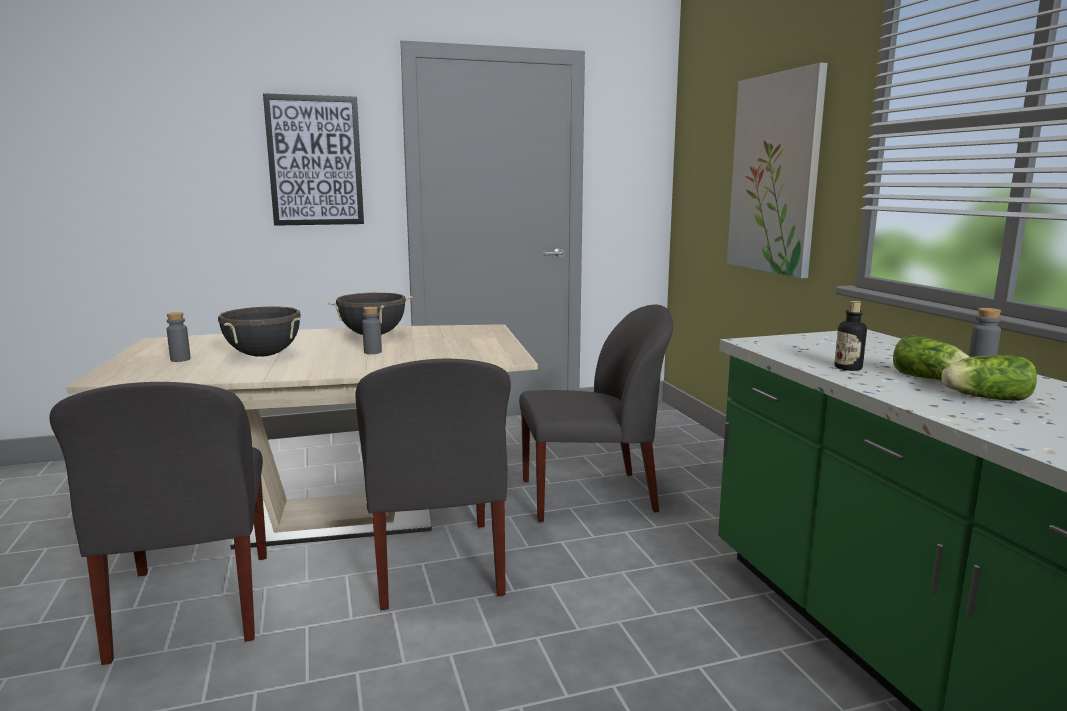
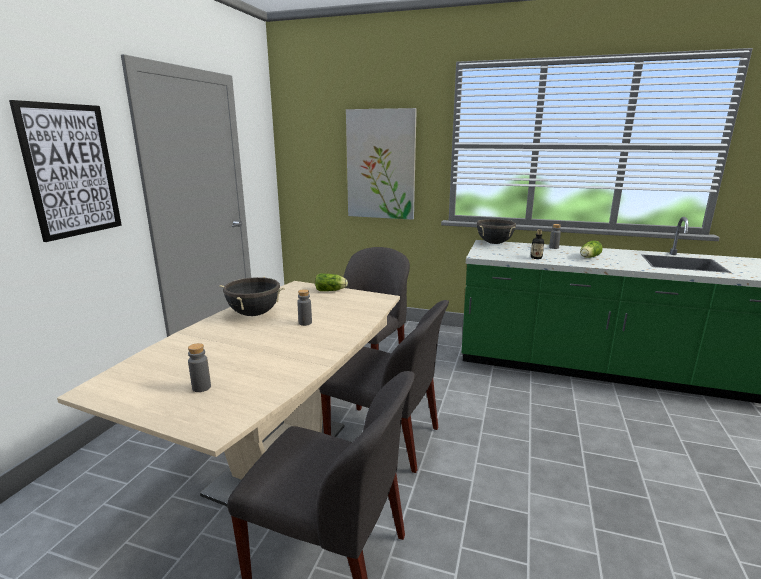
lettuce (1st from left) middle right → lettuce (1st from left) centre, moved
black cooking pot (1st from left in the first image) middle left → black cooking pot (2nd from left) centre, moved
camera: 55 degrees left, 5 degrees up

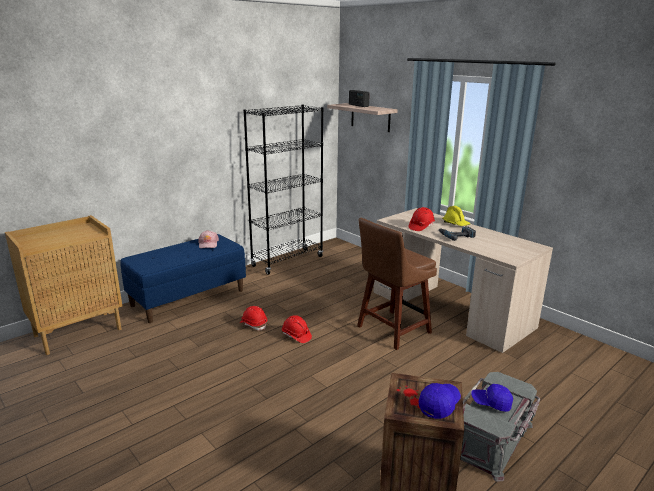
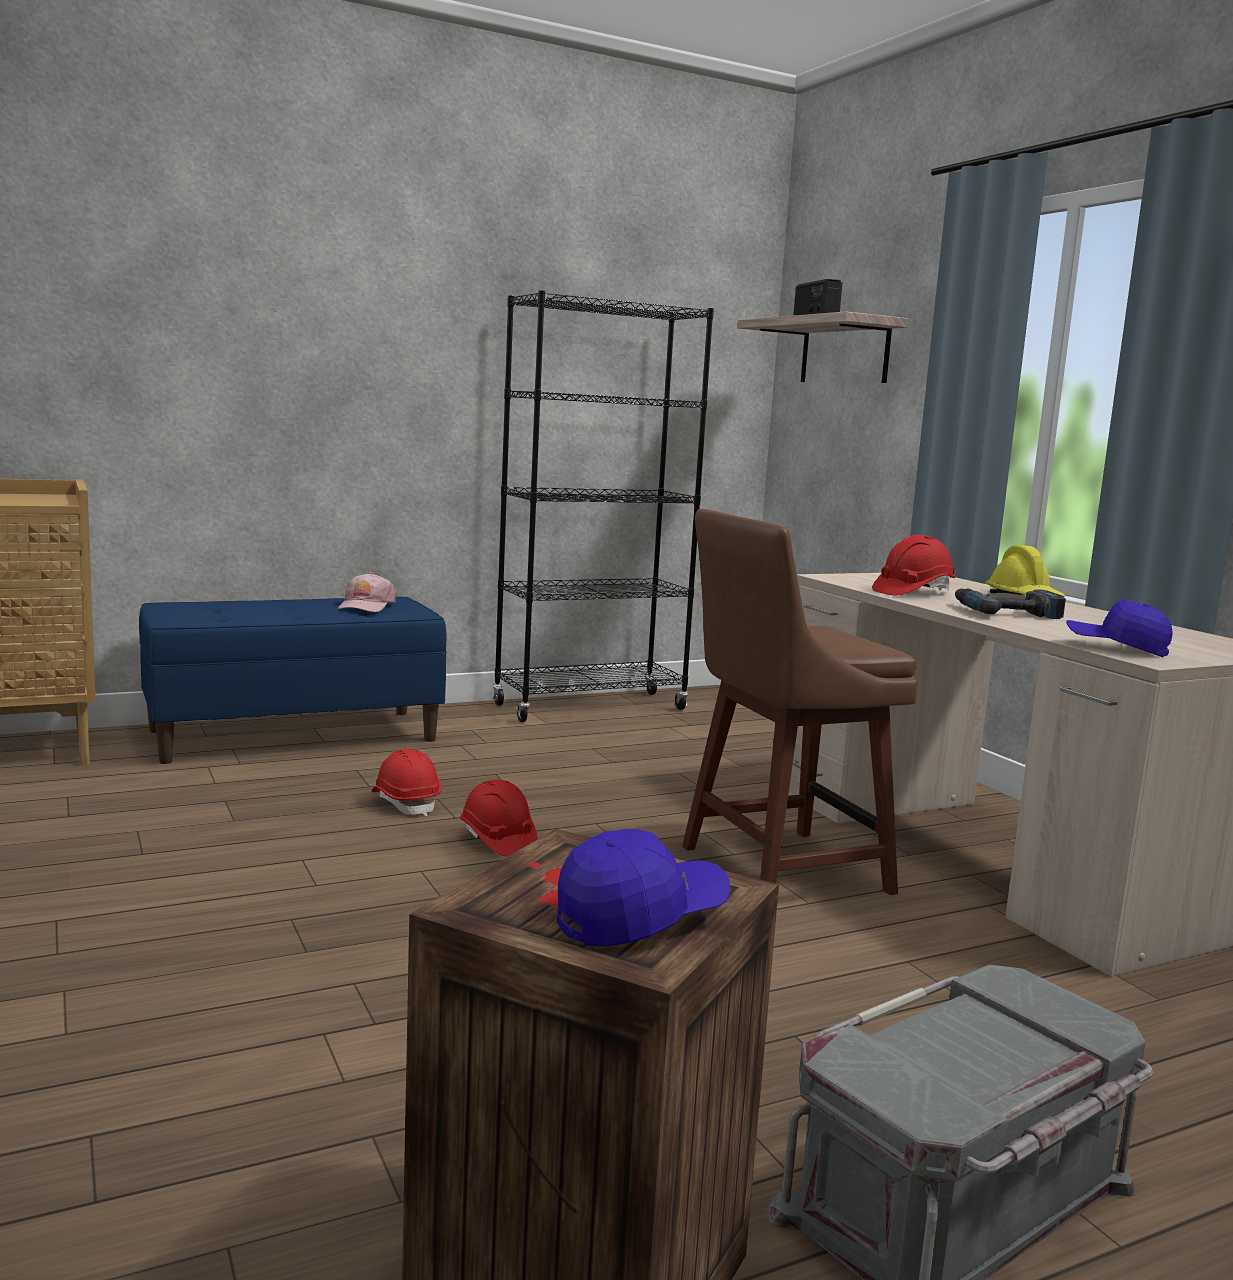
blue cap (2nd from left) bottom right → blue cap (2nd from left) middle right, moved
camera: 15 degrees right, 10 degrees down

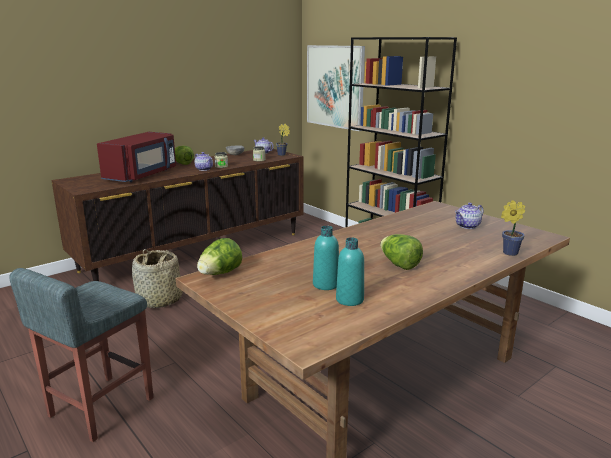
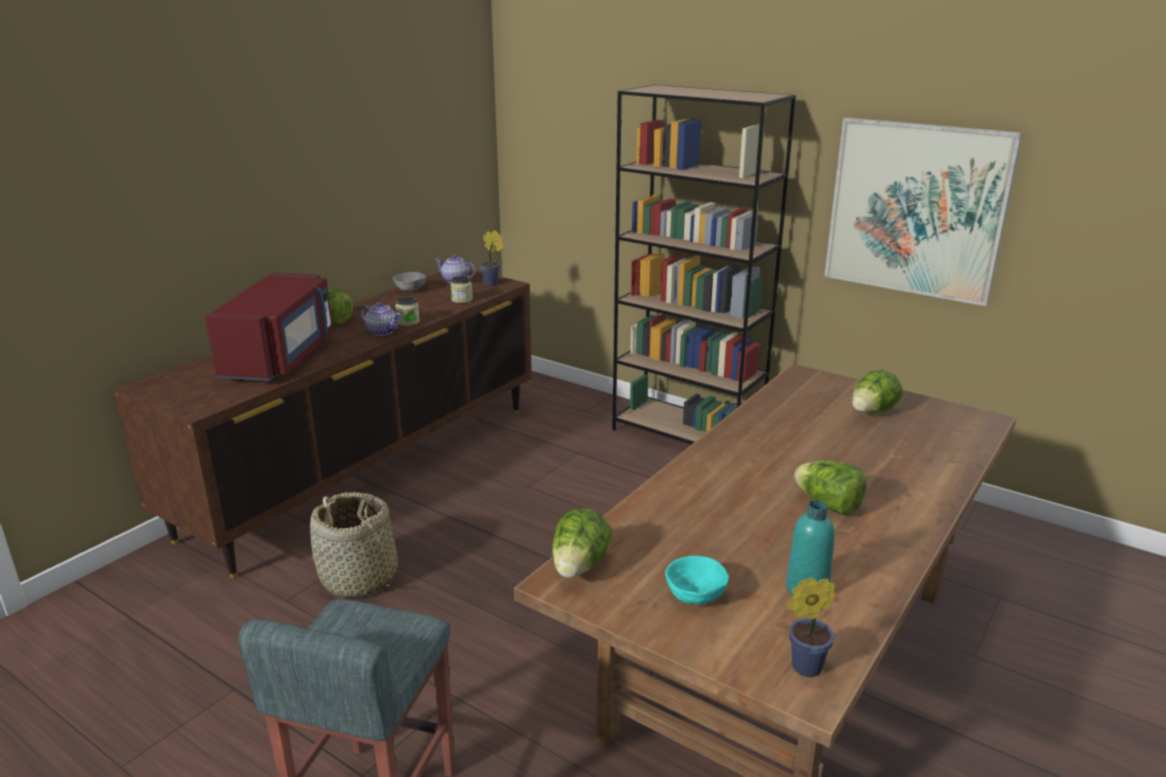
- → turquoise bowl bottom centre
potted plant (2nd from left) middle right → potted plant (2nd from left) bottom right, moved
picture top centre → picture top right, moved
teapot (3rd from left) middle right → lettuce (4th from left) middle right
turquoise bottle (1st from left) centre → -
camera: 15 degrees left, 5 degrees up

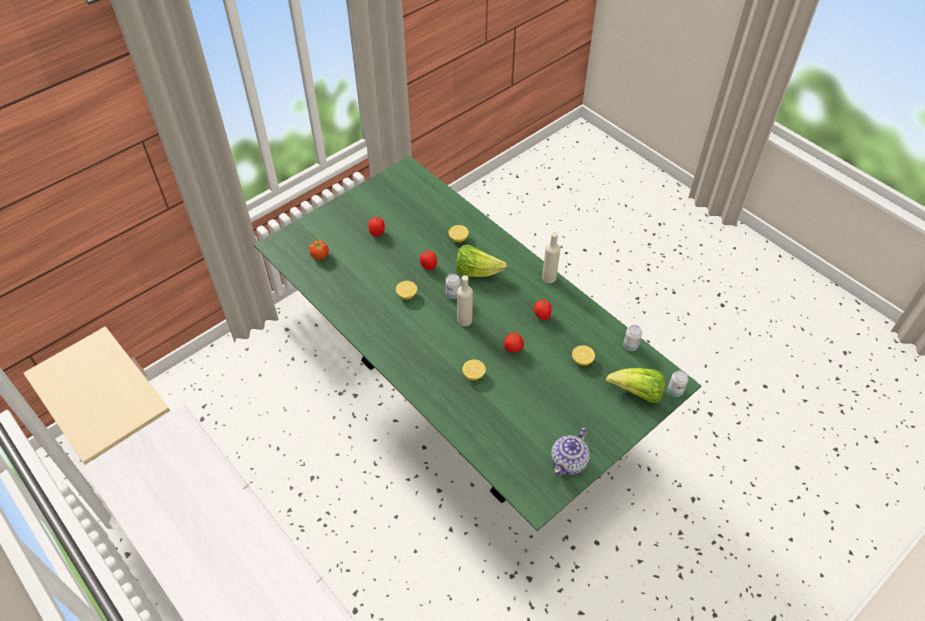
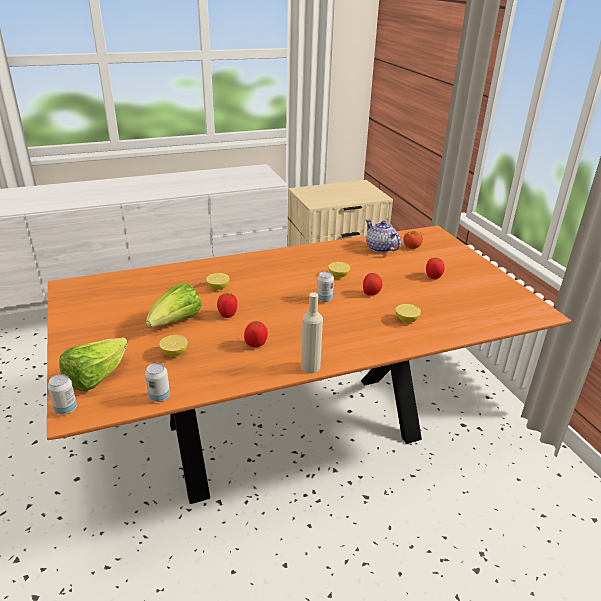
green dining table centre → orange dining table centre
lettuce (1st from left in the first image) centre → lettuce (2nd from left) middle left, moved
teapot bottom centre → teapot centre, moved
beige bottle (1st from left) centre → -
camera: 110 degrees right, 20 degrees down

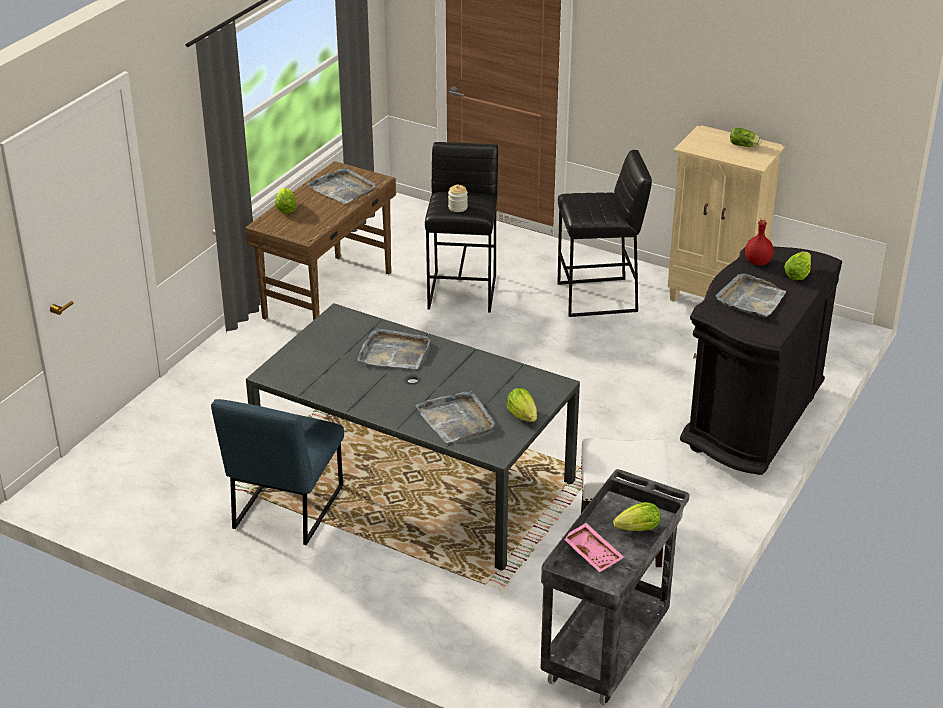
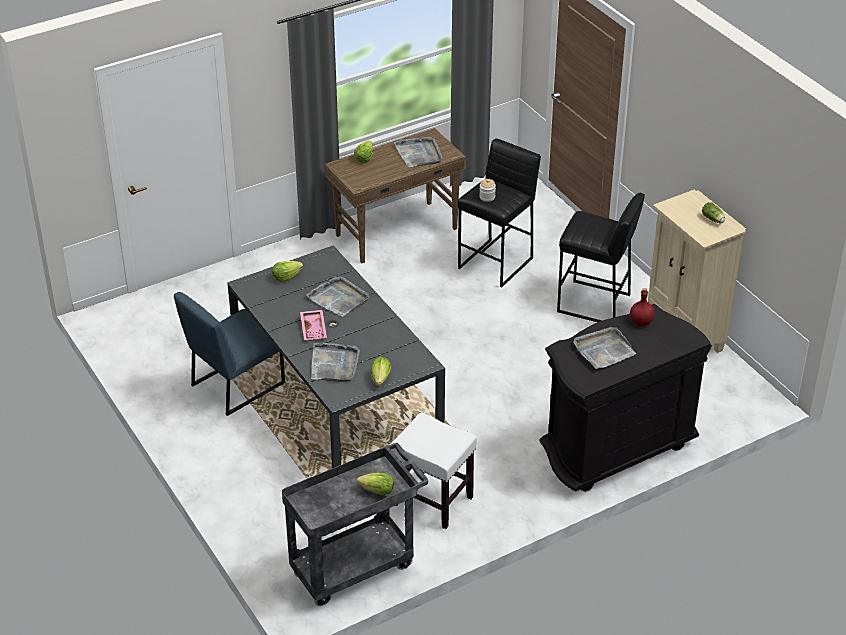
lettuce (5th from left in the first image) middle right → lettuce (1st from left) centre, moved
pink tray bottom centre → pink tray centre, moved
camera: 30 degrees right, 5 degrees up

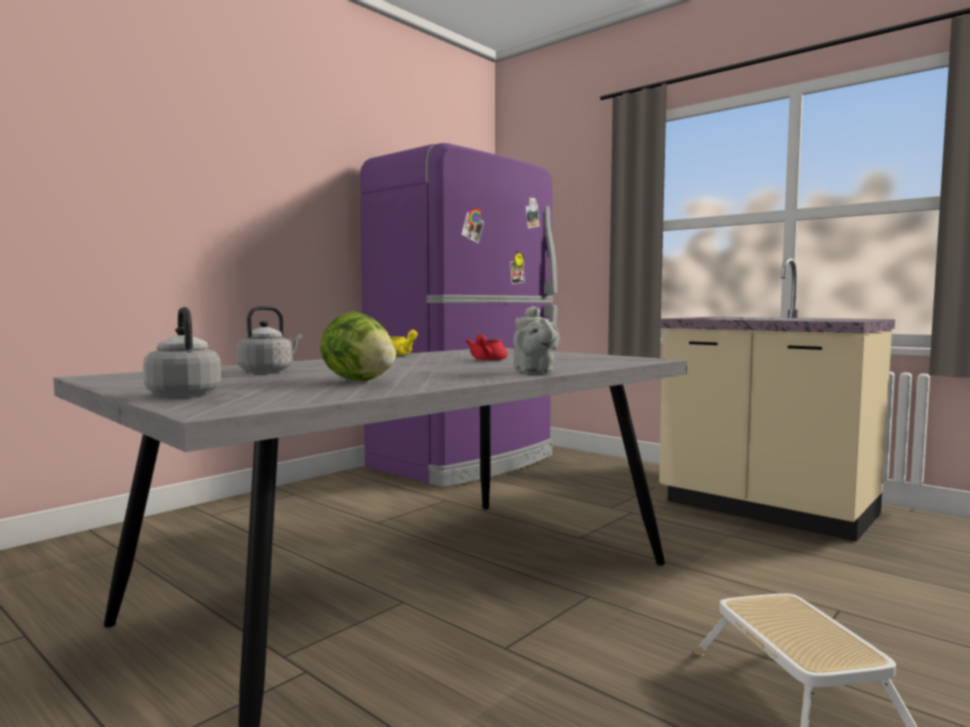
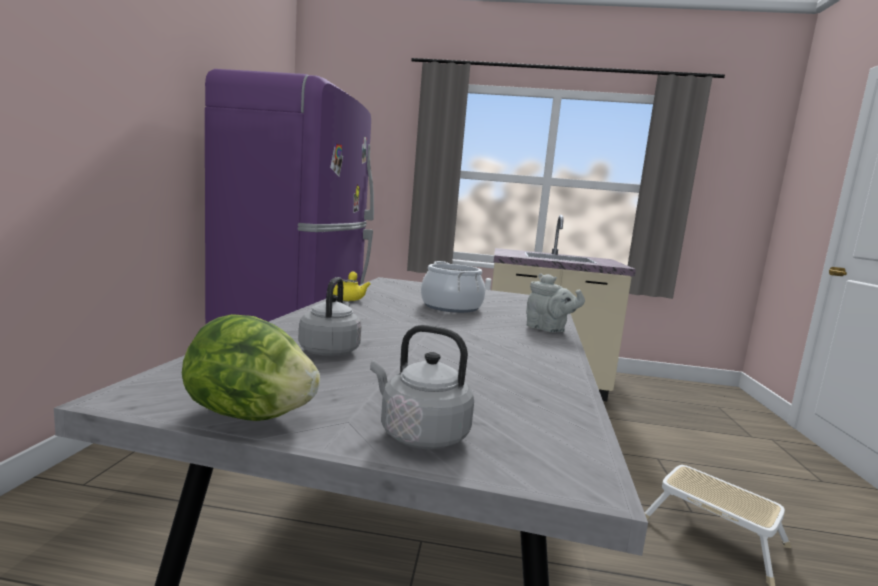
lettuce centre → lettuce middle left, moved
red teapot centre → cooking pot centre
camera: 35 degrees left, 5 degrees up

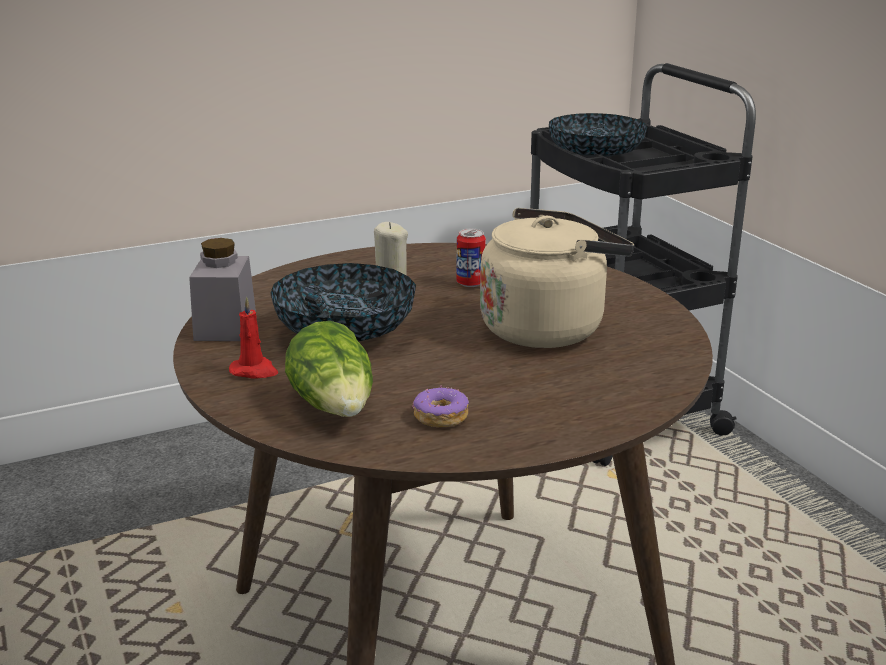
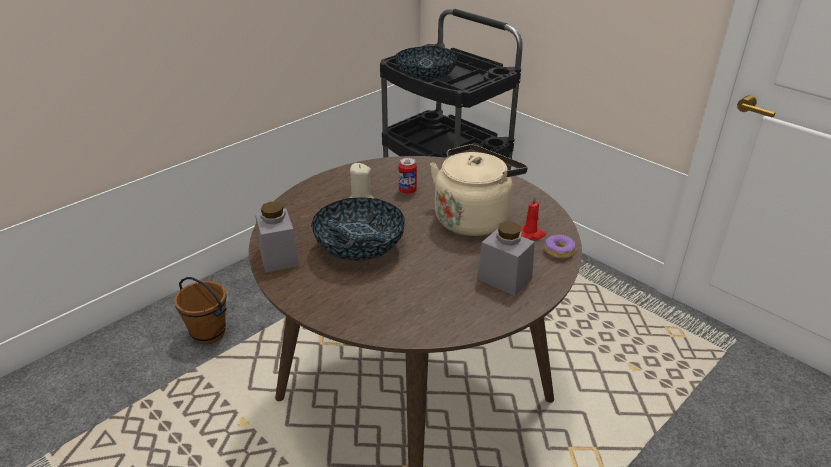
- → brown bucket middle left
- → grey jar (2nd from left) centre
red candle middle left → red candle centre, moved
donut centre → donut middle right, moved
lettuce centre → -
camera: 20 degrees left, 10 degrees up

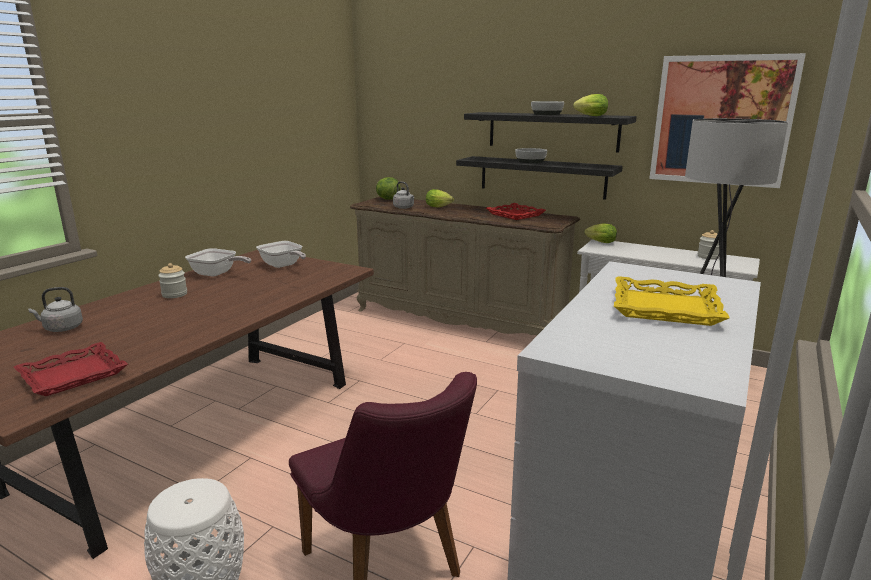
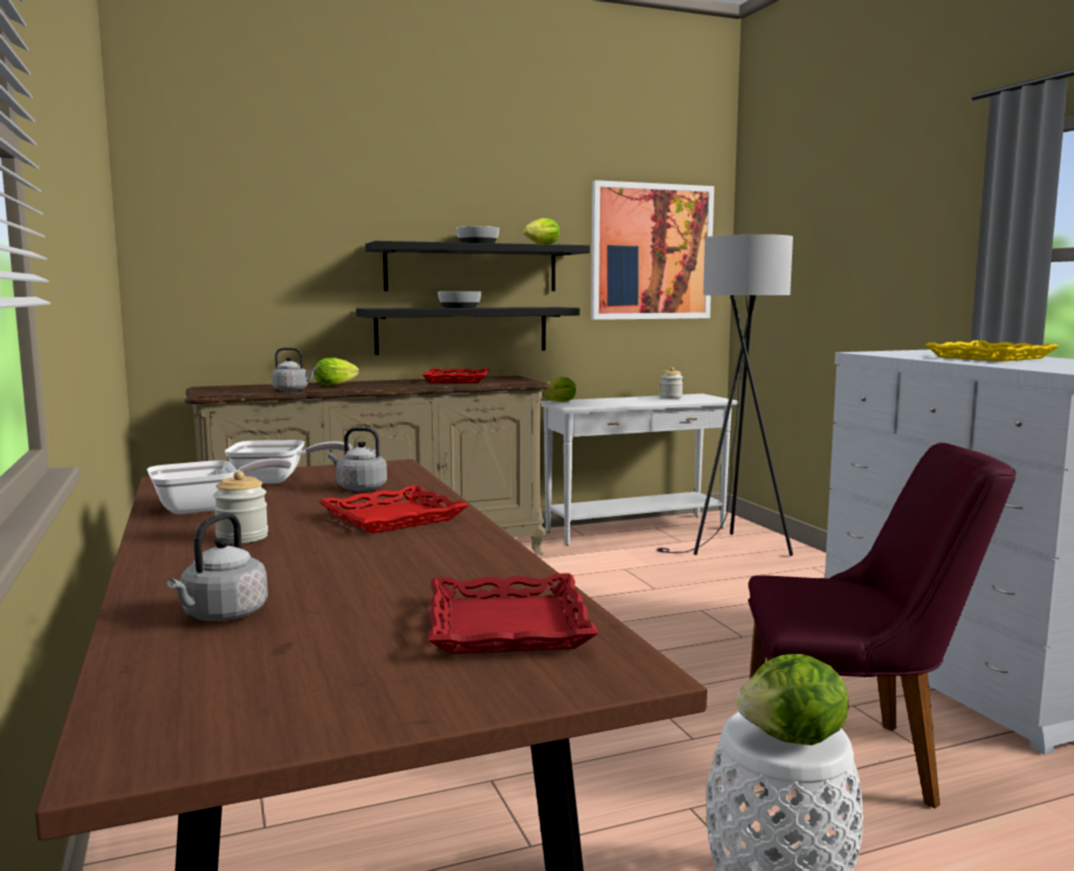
- → red tray (1st from left) centre
- → grey kettle (3rd from left) middle left
lettuce (1st from left in the first image) top centre → lettuce (4th from left) bottom right, moved
camera: 50 degrees left, 10 degrees down

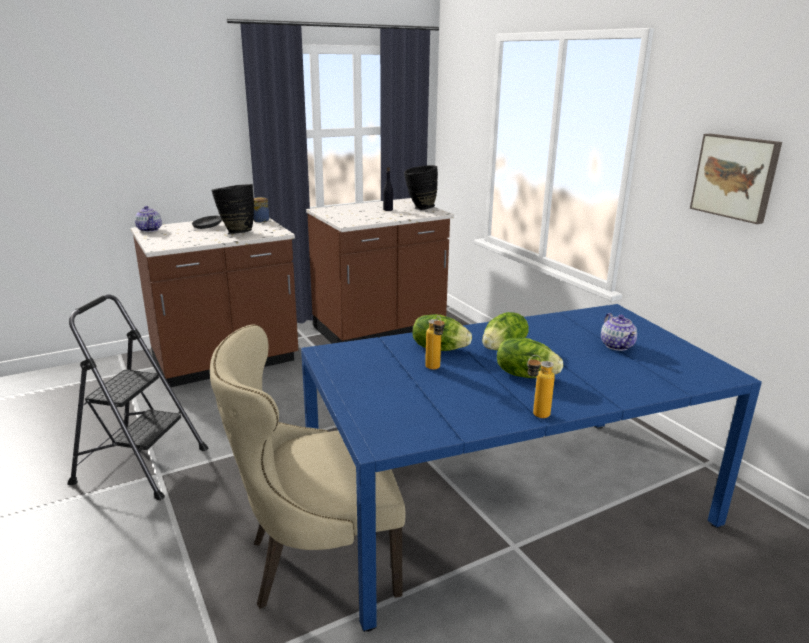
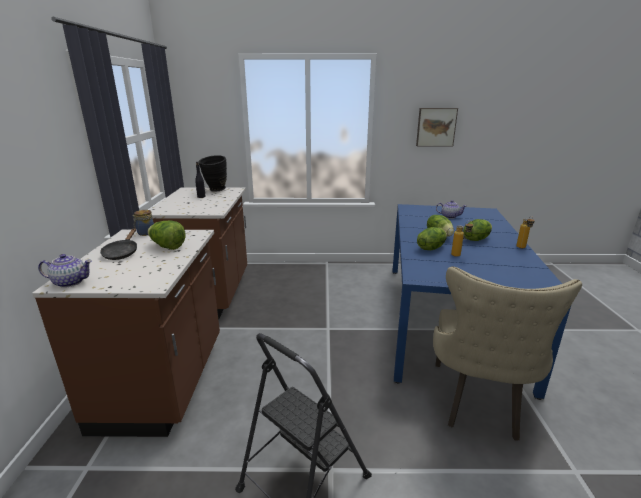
black vase (1st from left) top left → lettuce (1st from left) middle left
camera: 60 degrees left, 0 degrees up

